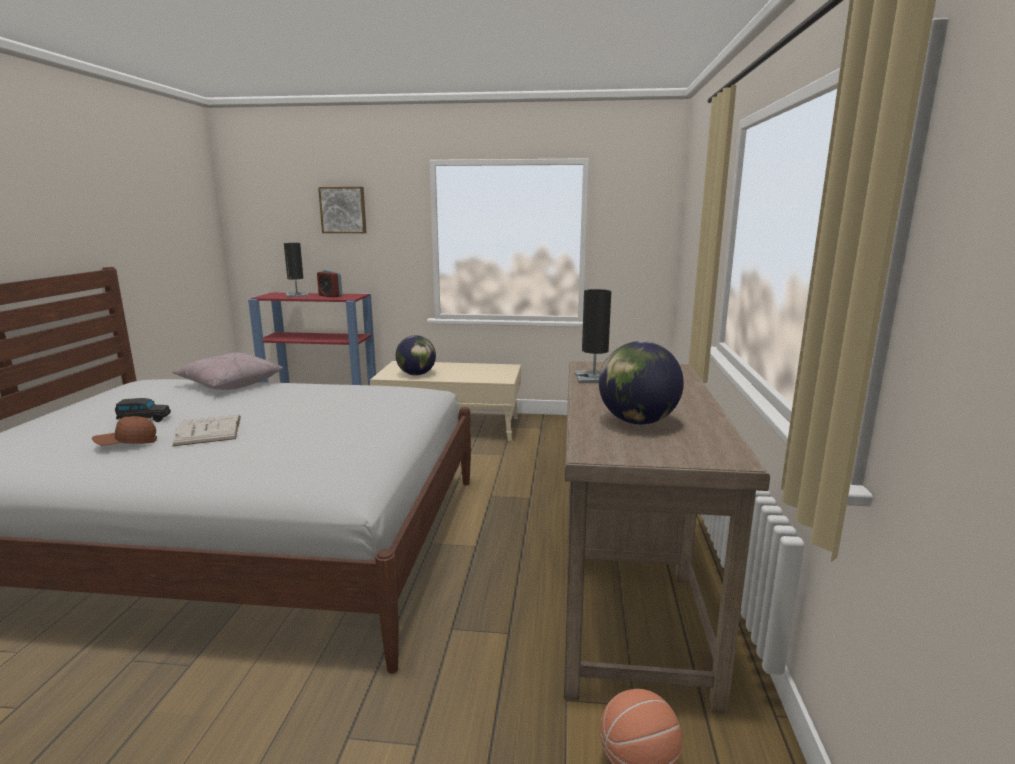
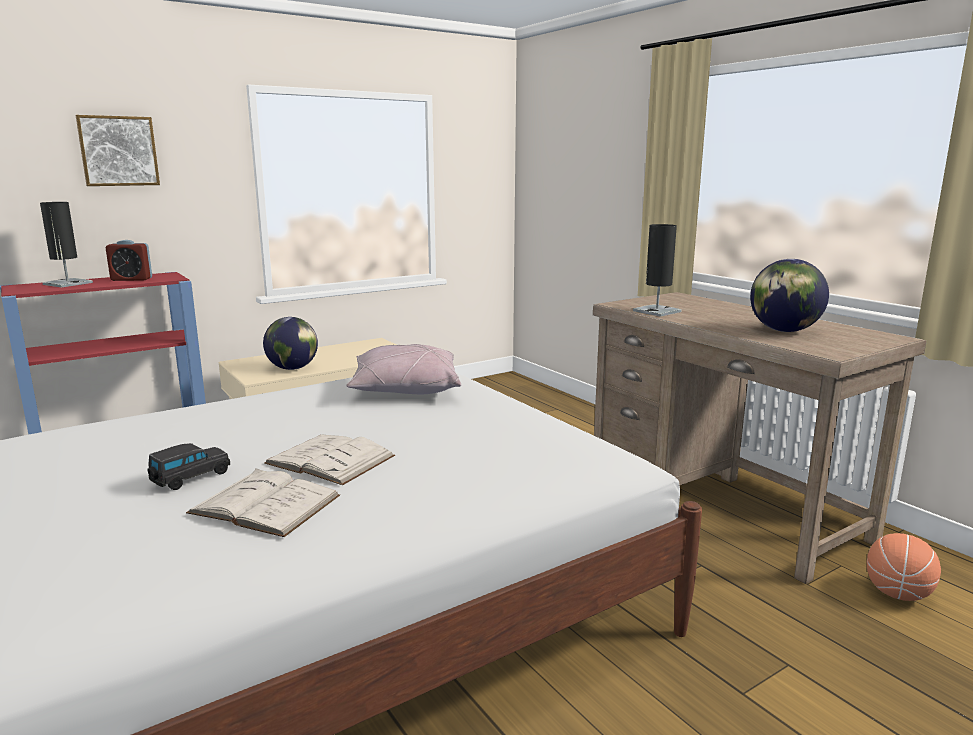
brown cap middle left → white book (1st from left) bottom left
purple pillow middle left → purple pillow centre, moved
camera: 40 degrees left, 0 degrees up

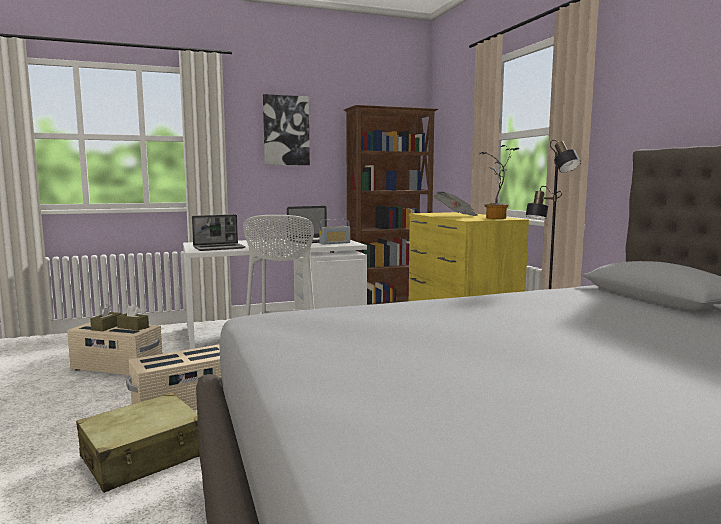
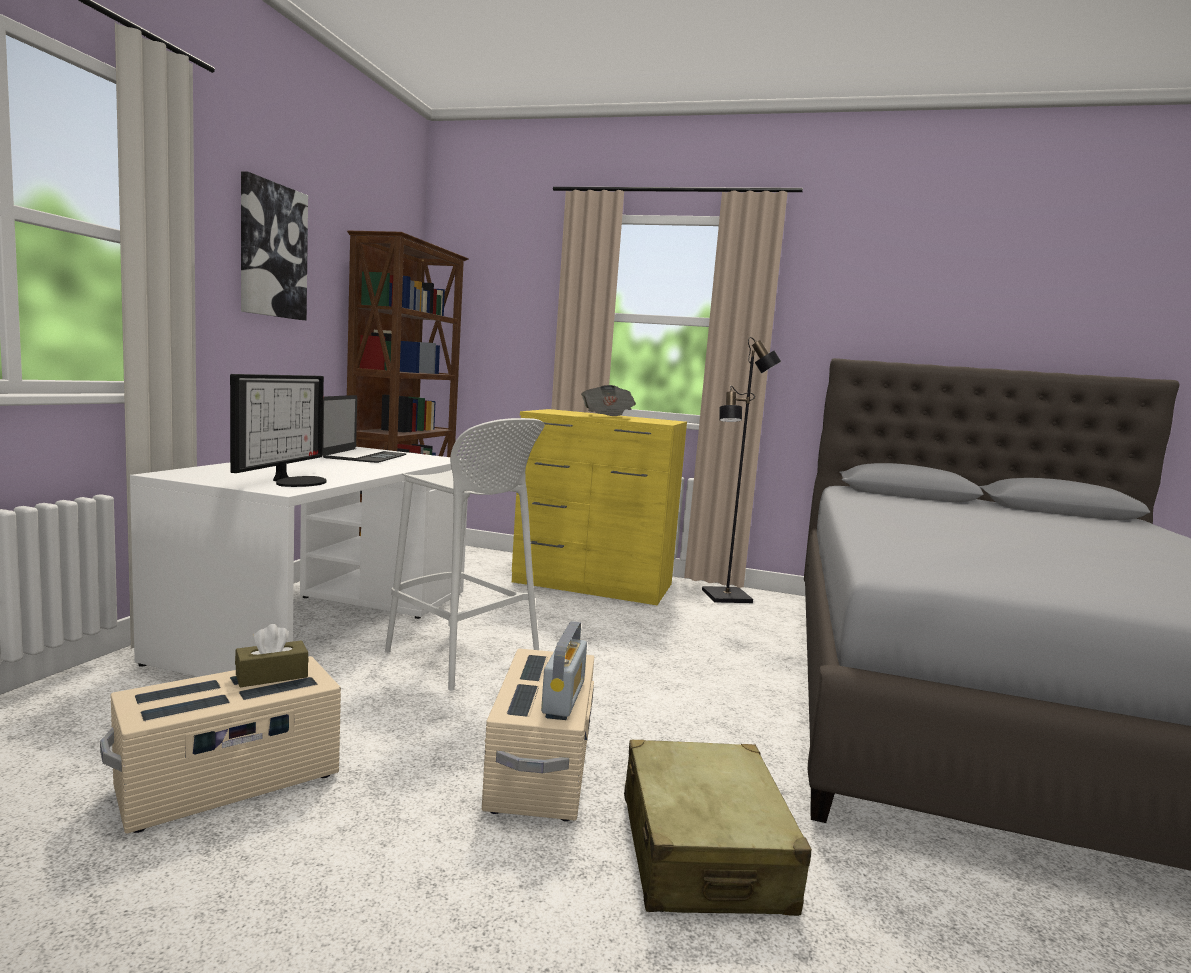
laptop (1st from left) middle left → monitor middle left
radio centre → radio bottom centre, moved
brown tissue box (1st from left) middle left → -
potted plant middle right → -
camera: 55 degrees left, 0 degrees up

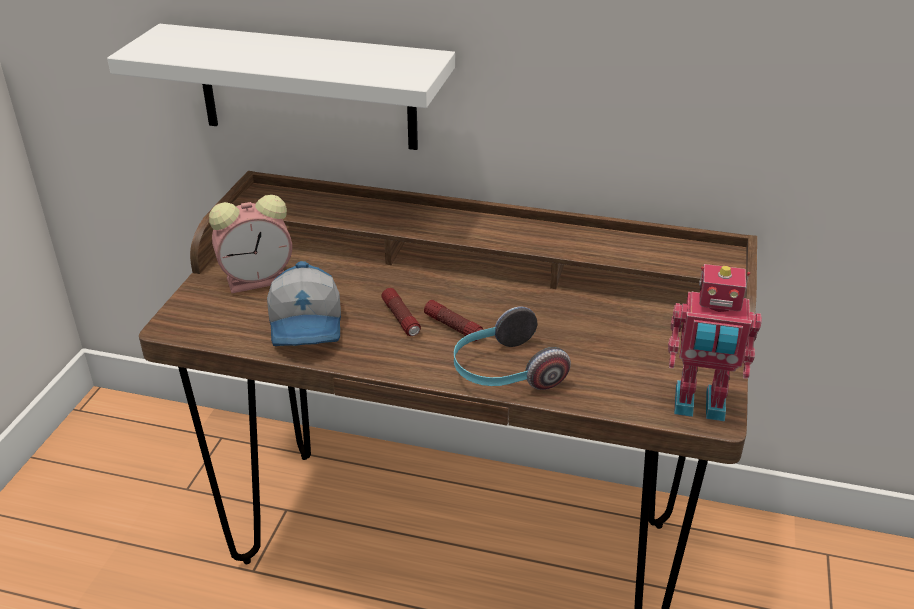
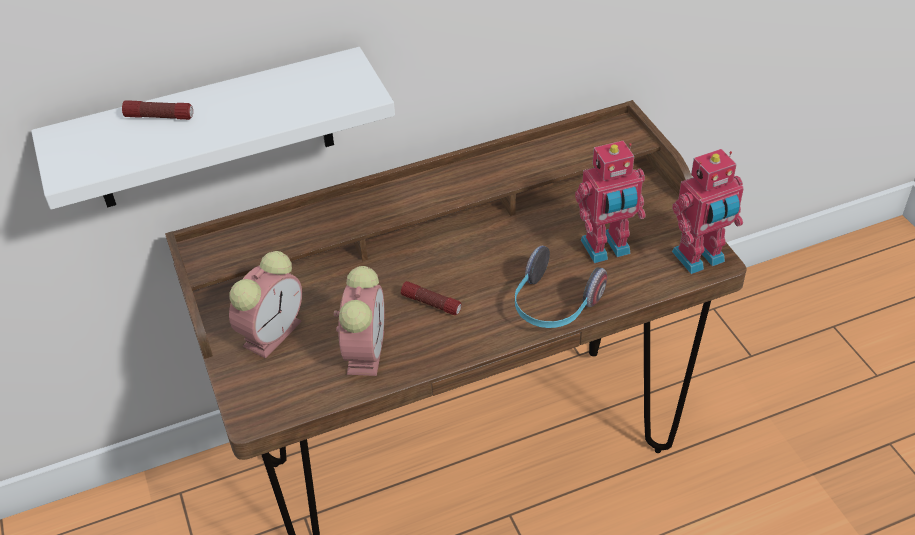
flashlight (2nd from left in the first image) centre → flashlight (1st from left) top left, moved
cap middle left → alarm clock (2nd from left) centre
- → toy robot (1st from left) middle right
camera: 35 degrees left, 10 degrees up

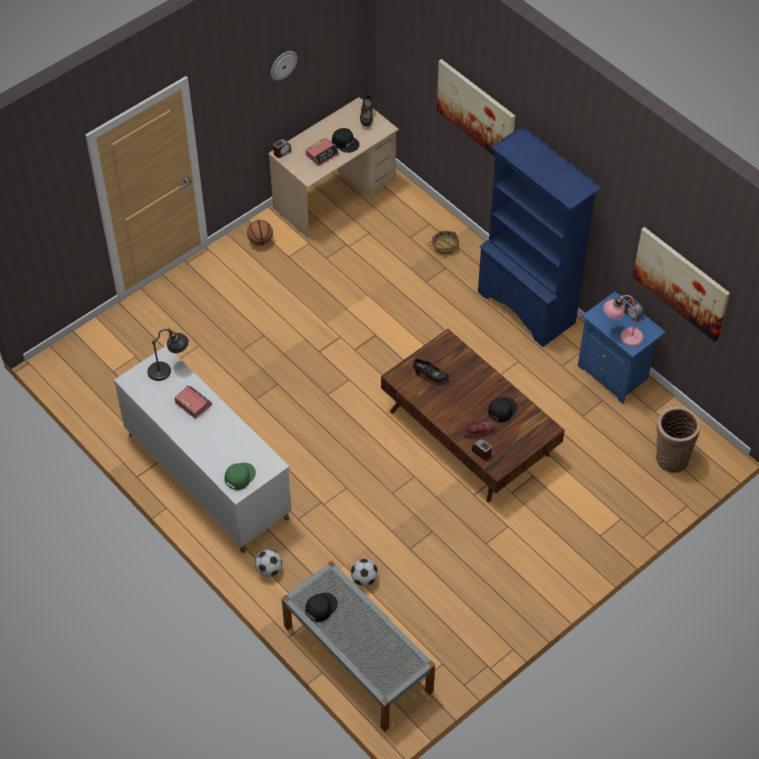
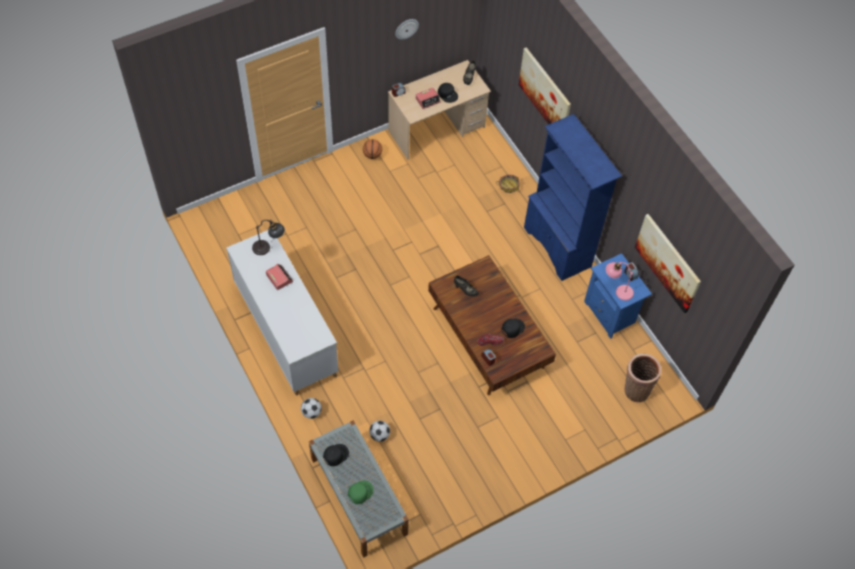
green cap middle left → green cap bottom centre, moved
camera: 10 degrees right, 5 degrees up

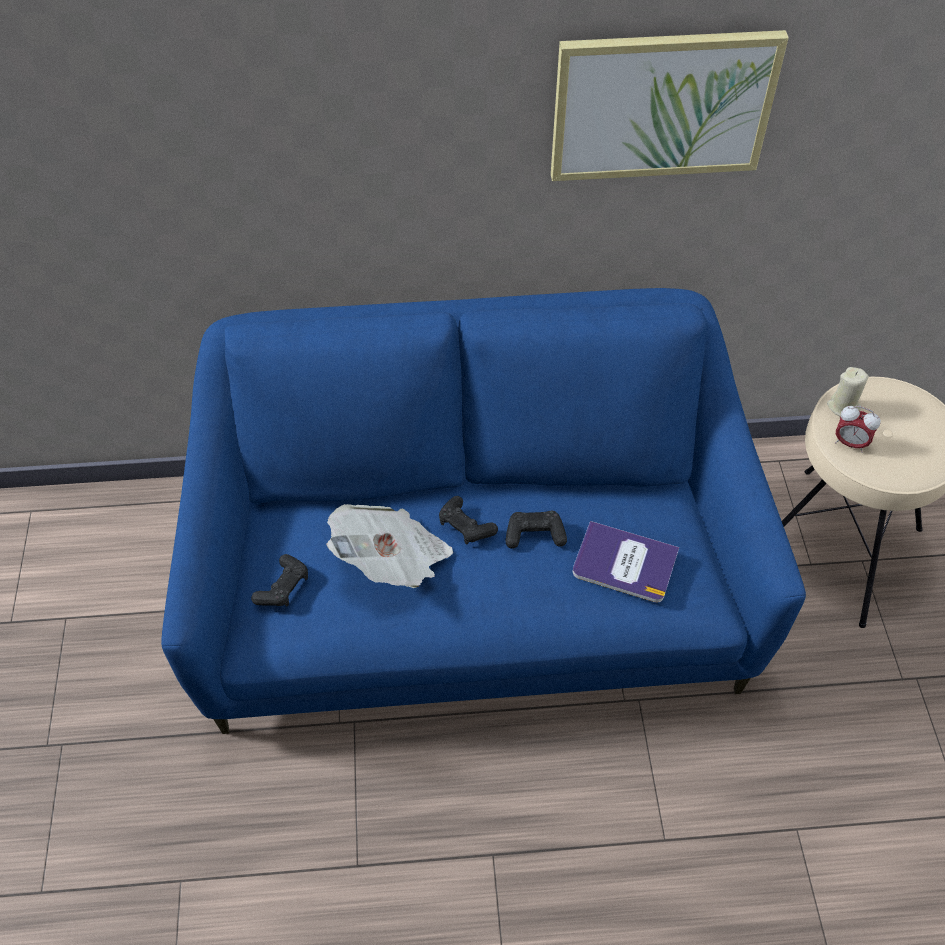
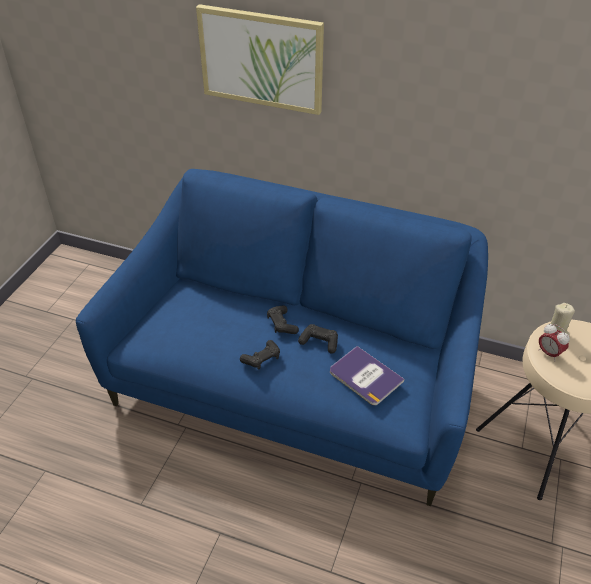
picture top right → picture top centre, moved
black game controller (1st from left) middle left → black game controller (1st from left) centre, moved
newspaper centre → -
camera: 25 degrees right, 10 degrees down

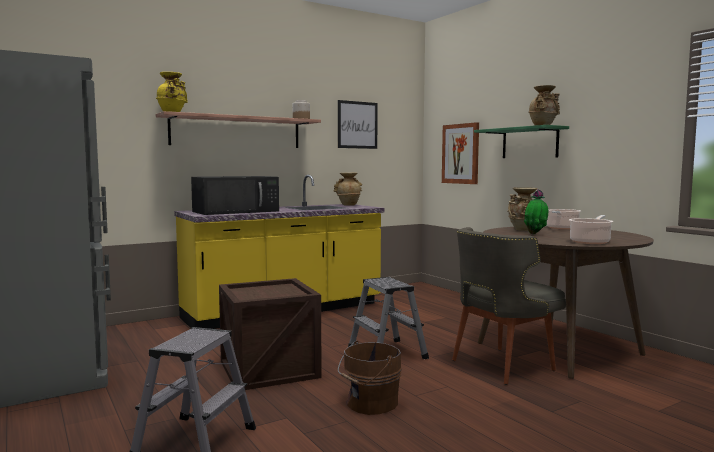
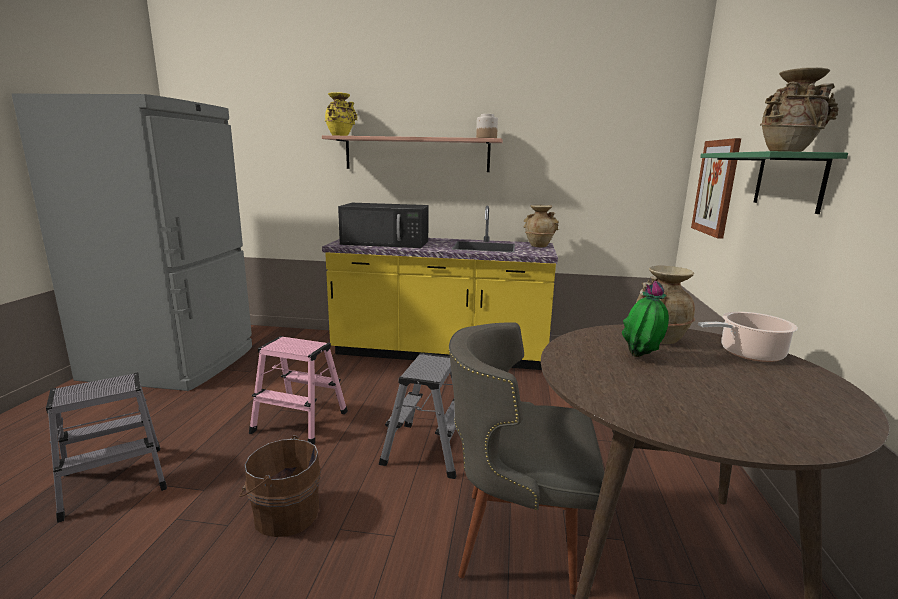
crate bottom centre → pink step ladder middle left
picture (1st from left) top centre → -
cooking pot (2nd from left) middle right → -
camera: 40 degrees right, 10 degrees up

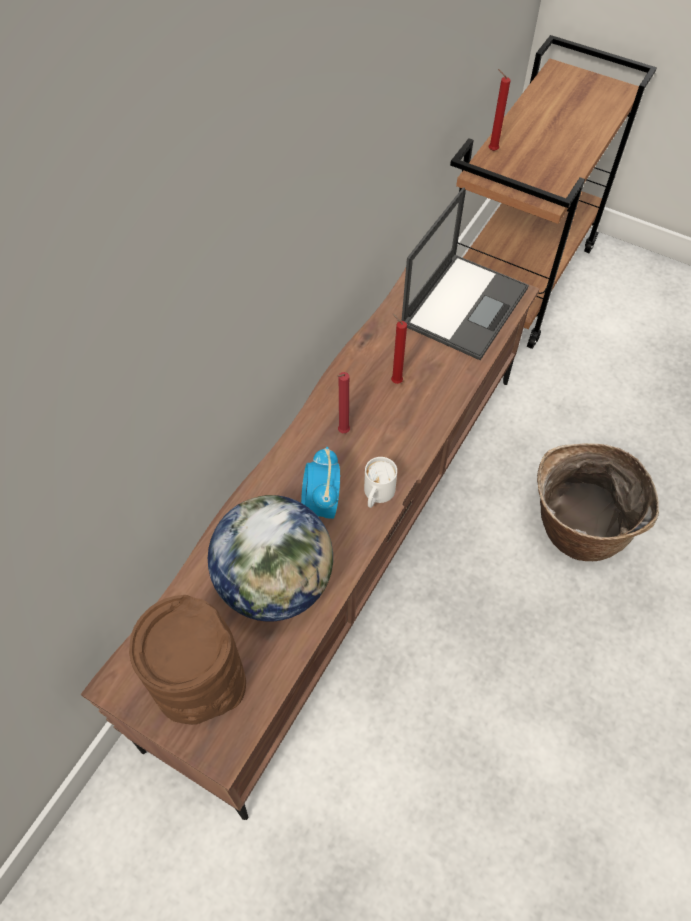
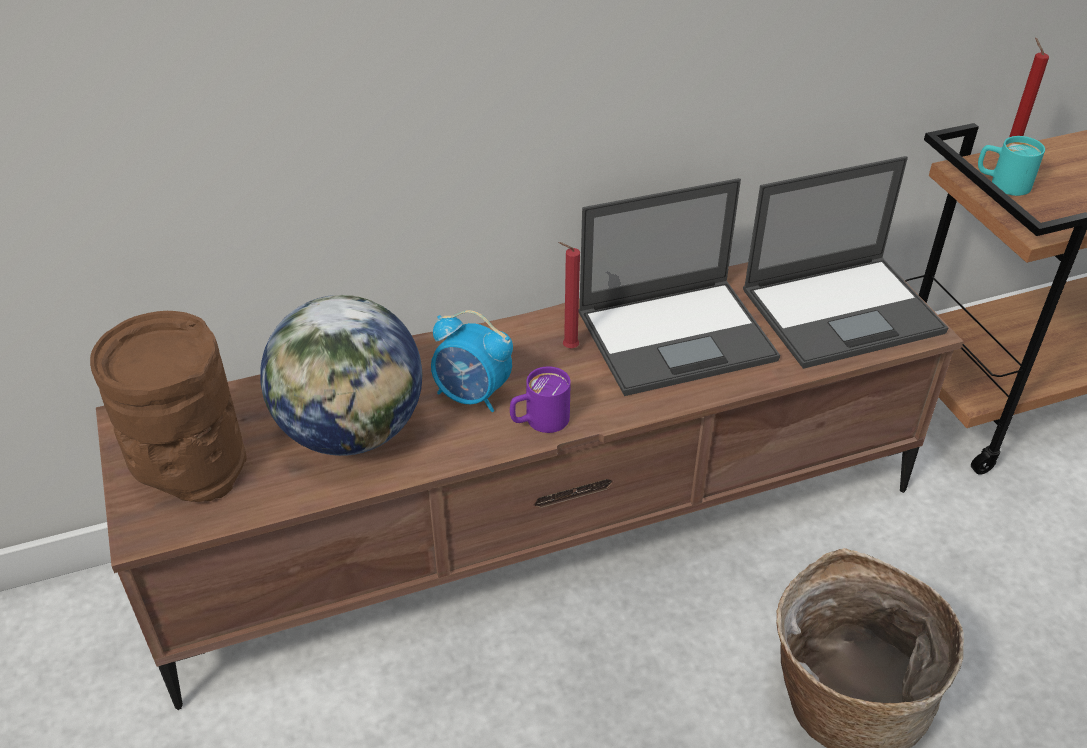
alarm clock centre, 105 degrees counterclockwise
white mug centre → purple mug centre
red candle (2nd from left) centre → laptop (1st from left) centre
- → turquoise mug top right
camera: 40 degrees right, 15 degrees down

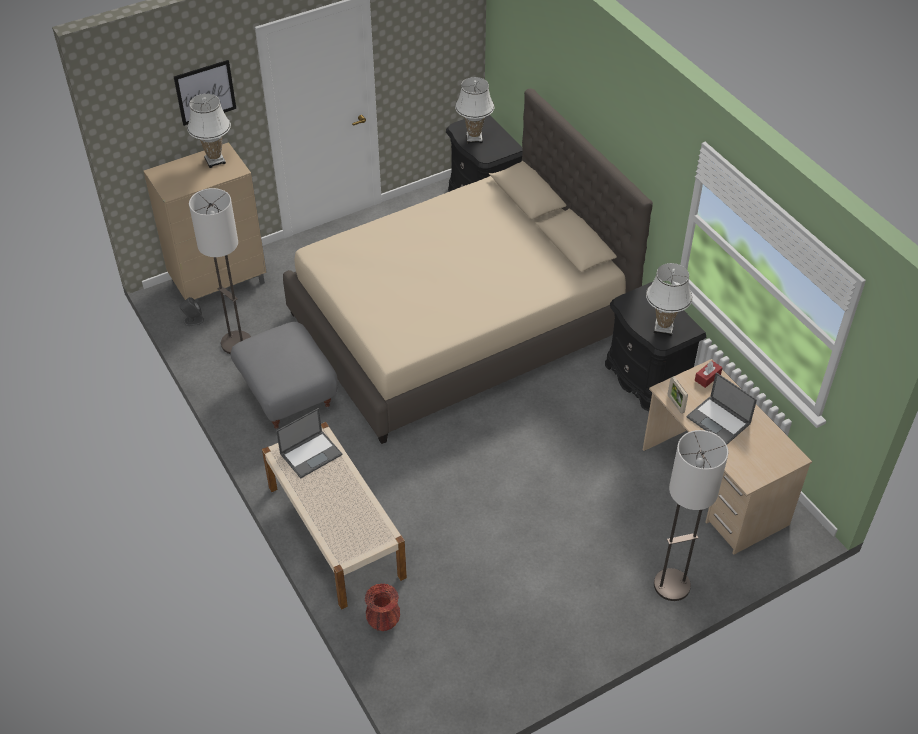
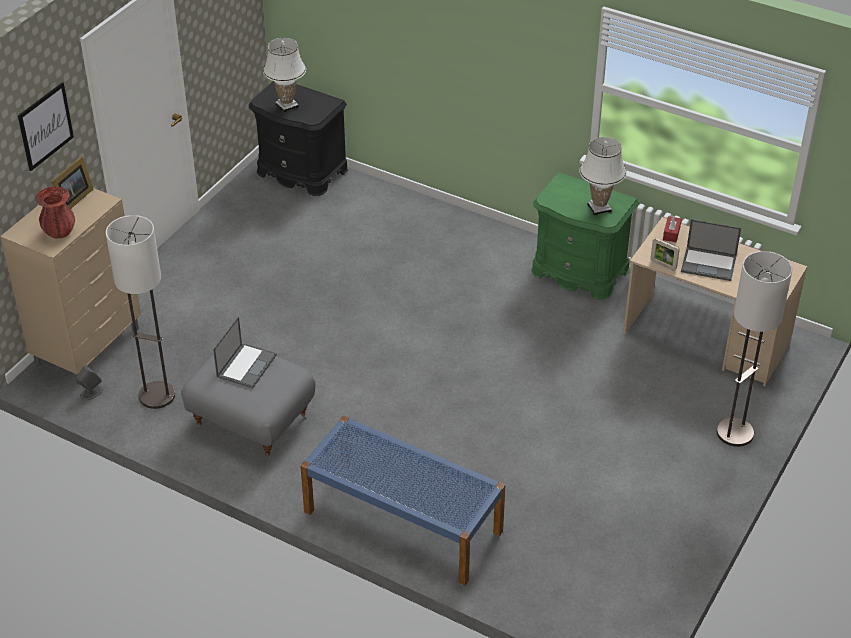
red vase bottom centre → red vase top left, moved
white table lamp (1st from left) top left → picture frame (1st from left) top left
laptop (1st from left) centre → laptop (1st from left) middle left, moved
beige bench bottom centre → blue bench bottom centre
black nightstand (2nd from left) middle right → green nightstand middle right
beige bed centre → -
camera: 30 degrees left, 5 degrees down

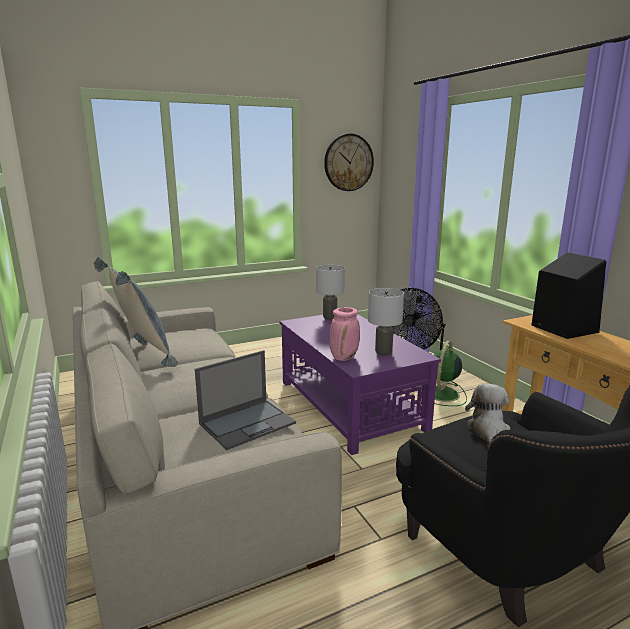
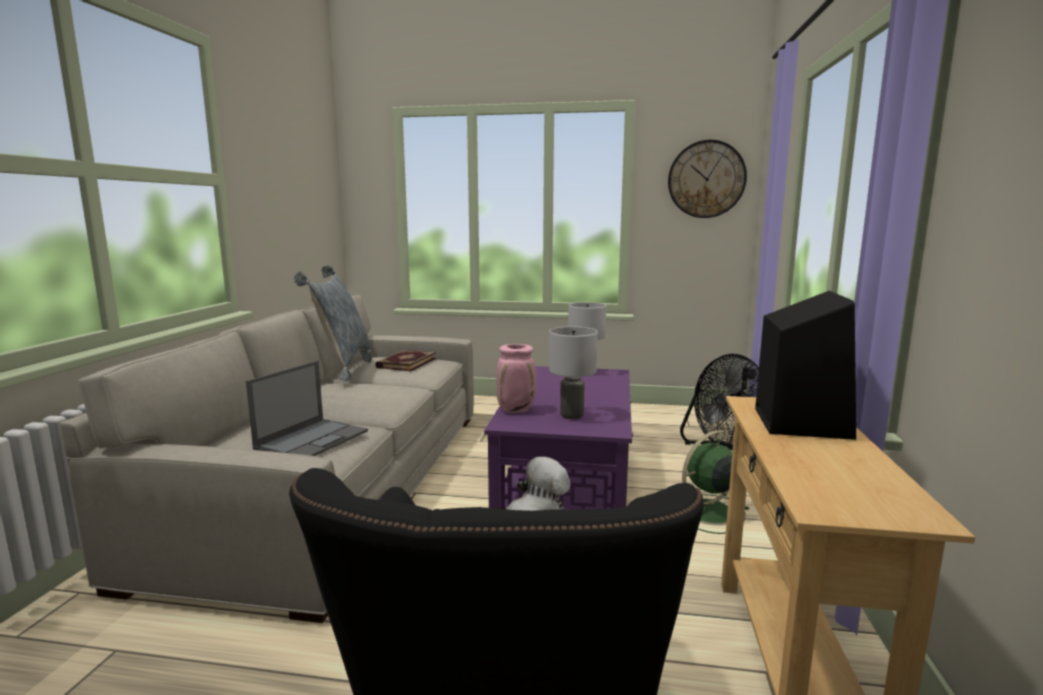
laptop centre → laptop middle left, 60 degrees counterclockwise
- → book centre
camera: 35 degrees right, 5 degrees down

